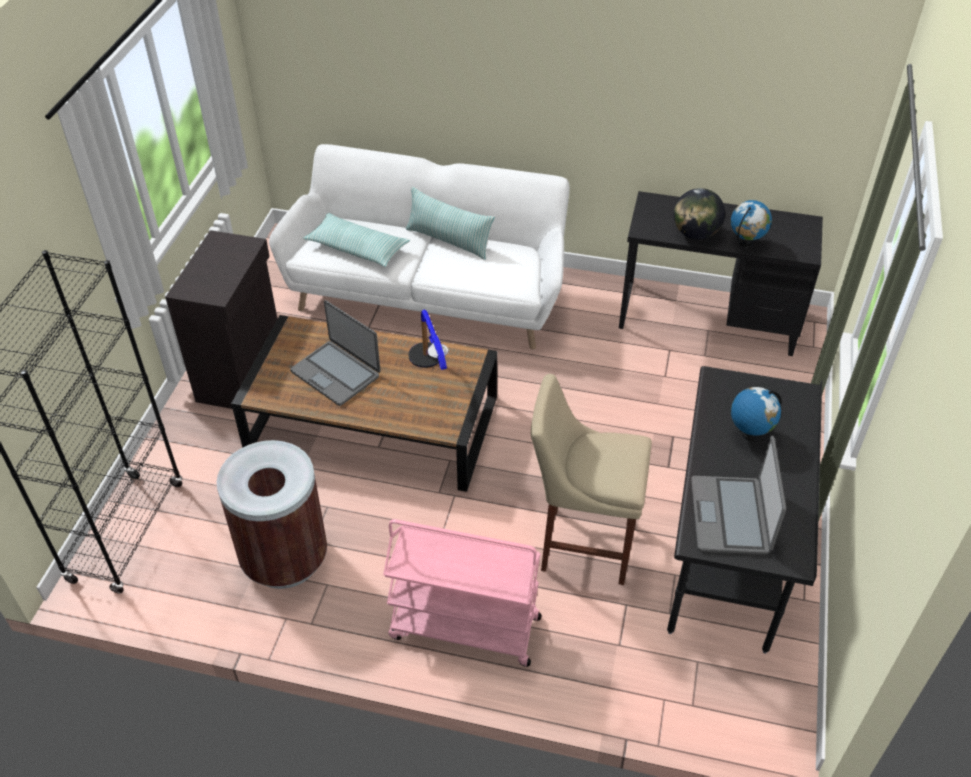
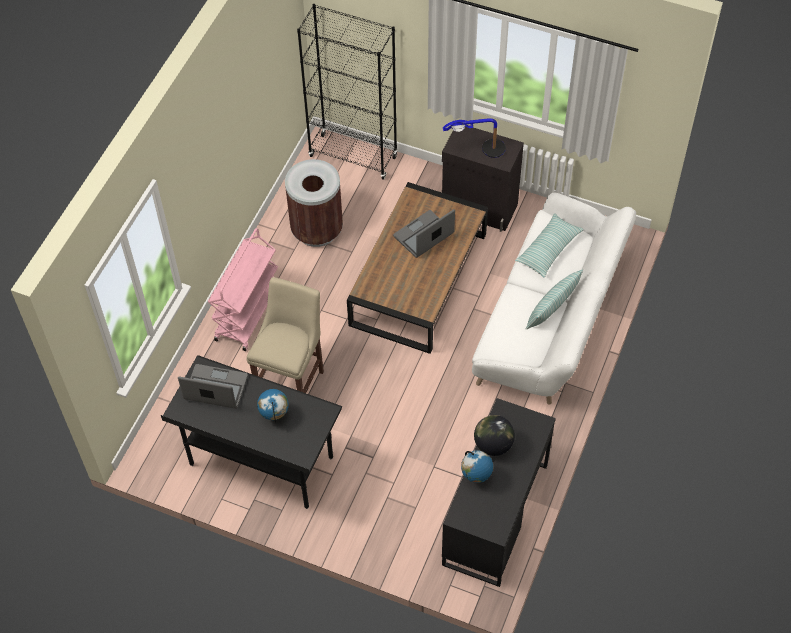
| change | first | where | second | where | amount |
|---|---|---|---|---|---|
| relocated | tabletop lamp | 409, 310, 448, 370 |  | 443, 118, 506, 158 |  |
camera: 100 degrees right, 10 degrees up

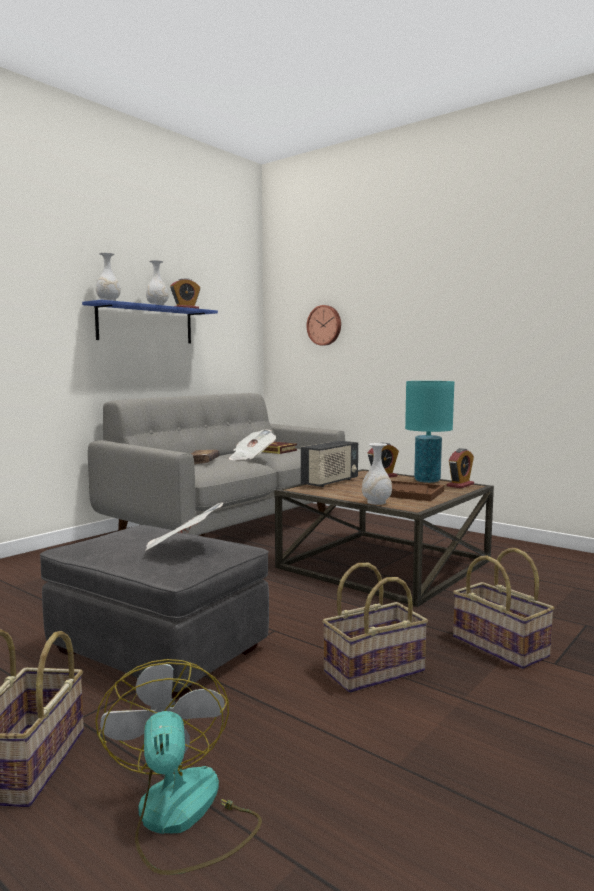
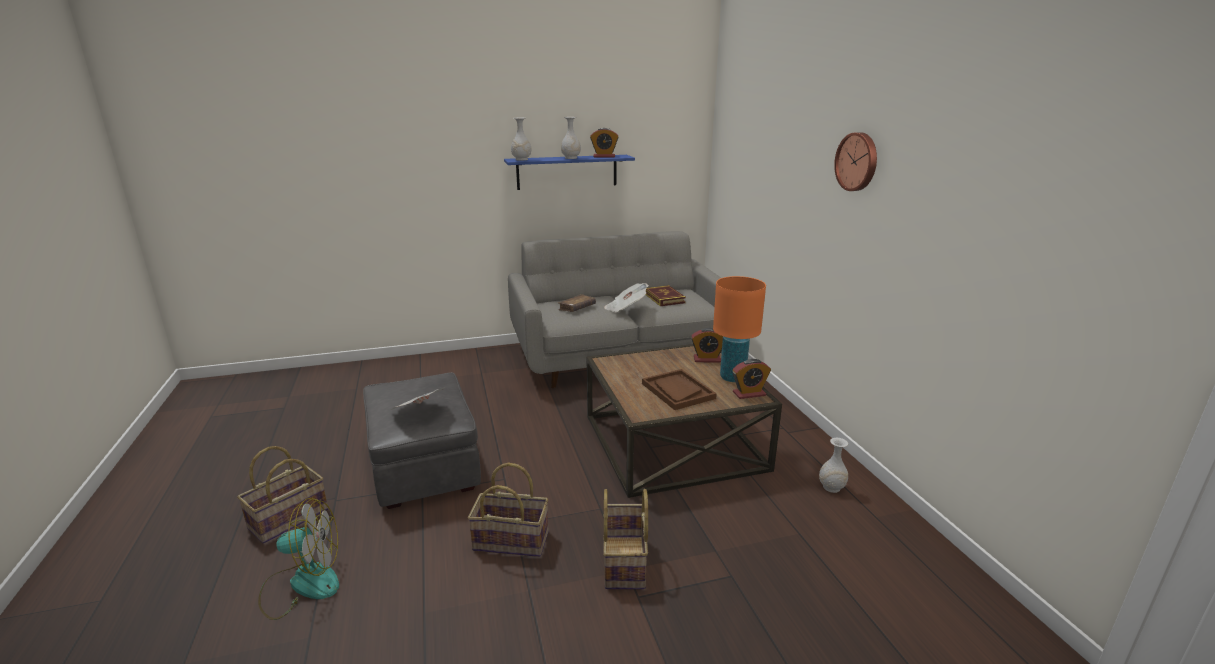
| change | first | where | second | where | amount |
|---|---|---|---|---|---|
| spun | cooling fan | 95, 659, 262, 875 |  | 258, 498, 339, 620 | 60 degrees clockwise |
| colour | tabletop lamp (blue-green) | 405, 381, 454, 483 | tabletop lamp (orange-coloured) | 713, 276, 766, 382 |  |
| relocated | vase (white-coloured) | 362, 443, 392, 505 |  | 819, 438, 848, 493 |  |
| relocated | hanging clock | 307, 305, 341, 346 |  | 834, 132, 877, 191 |  |
| missing | radio receiver | 301, 441, 358, 487 |  |  |  |
camera: 35 degrees right, 15 degrees up

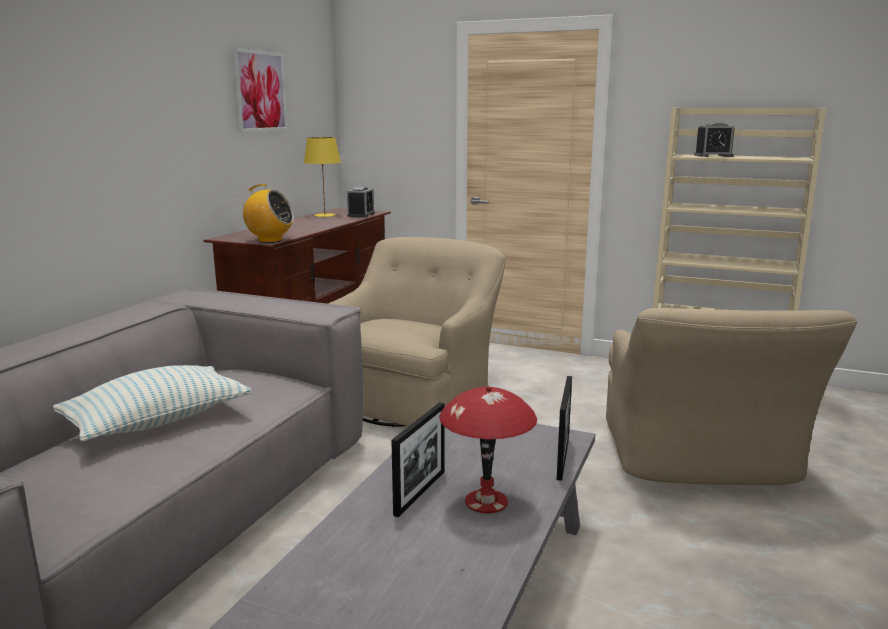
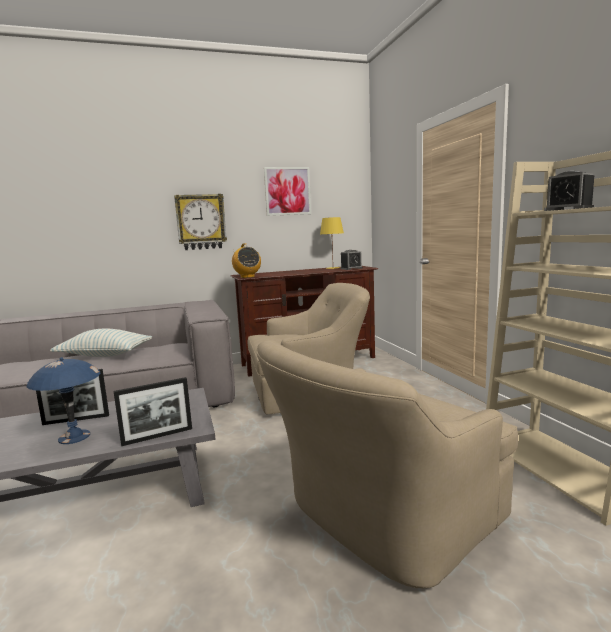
| change | first | where | second | where | amount |
|---|---|---|---|---|---|
| colour | tabletop lamp (red-coloured) | 439, 386, 537, 514 | tabletop lamp (bluish) | 26, 357, 100, 444 |  |
| appeared |  |  | hanging clock | 174, 194, 227, 250 |  |
camera: 50 degrees right, 5 degrees down

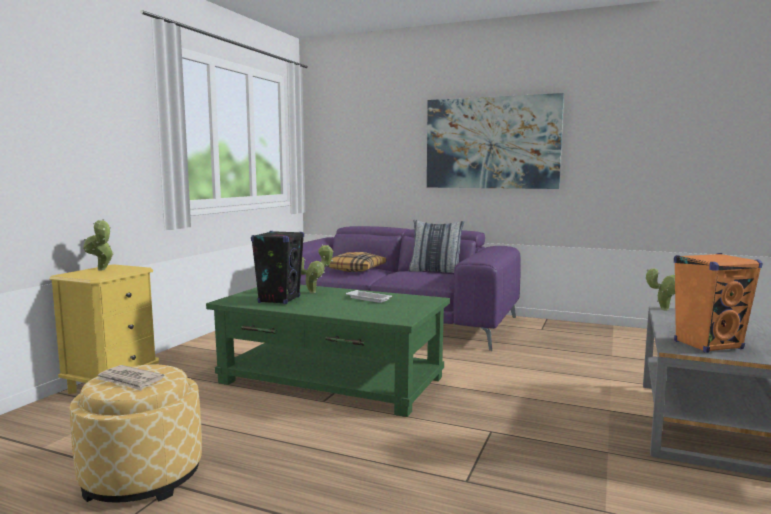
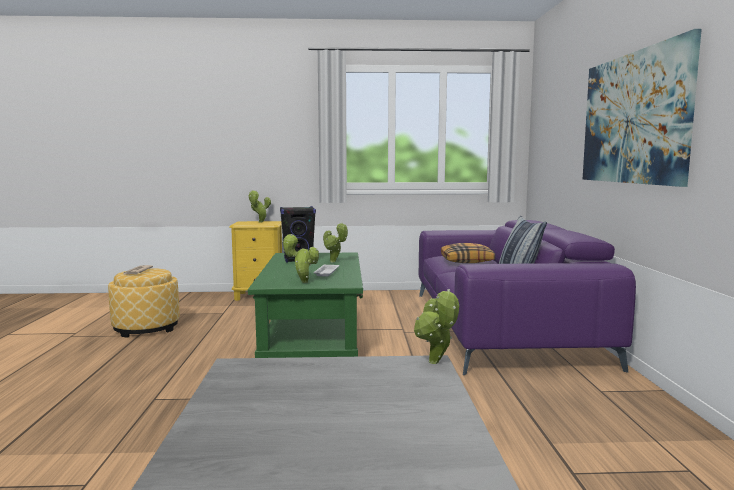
| change | first | where | second | where | amount |
|---|---|---|---|---|---|
| appeared |  |  | plant in a pot | 282, 234, 319, 283 |  |
| missing | loudspeaker (orange-coloured) | 674, 253, 762, 353 |  |  |  |
camera: 65 degrees right, 0 degrees up

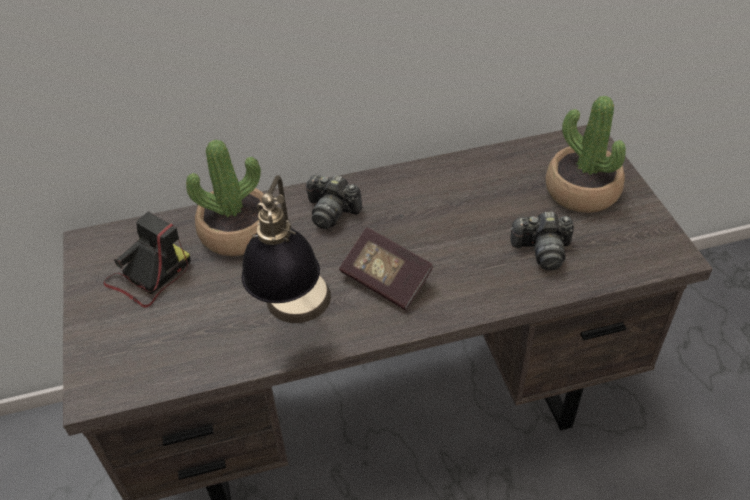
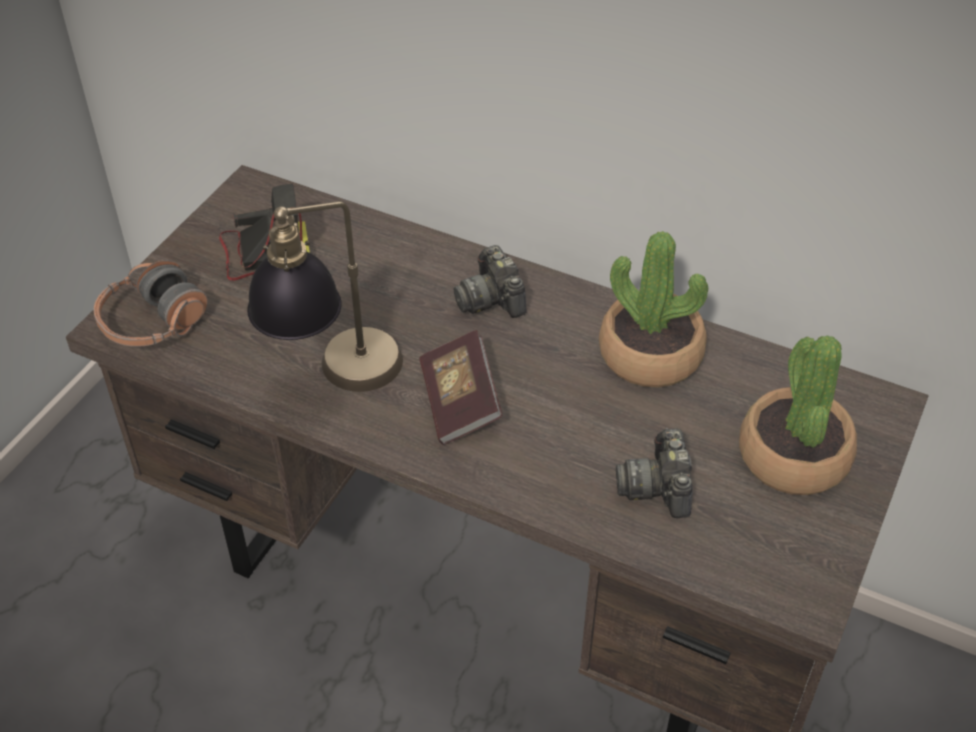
| change | first | where | second | where | amount |
|---|---|---|---|---|---|
| appeared |  |  | headset | 94, 260, 208, 347 |  |
| relocated | plant in a pot | 186, 140, 264, 256 |  | 599, 231, 708, 387 |  |
| spun | photo camera | 510, 212, 574, 270 |  | 616, 428, 693, 518 | 45 degrees clockwise |
camera: 40 degrees right, 0 degrees up

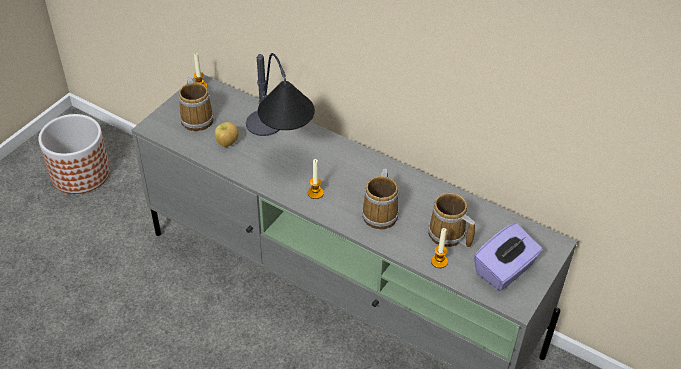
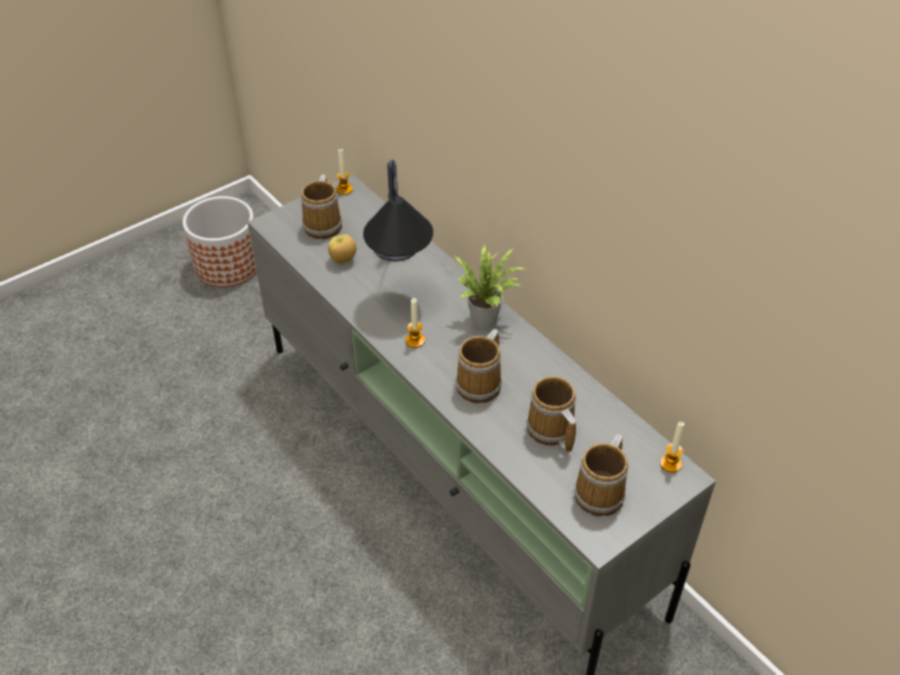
| change | first | where | second | where | amount |
|---|---|---|---|---|---|
| appeared |  |  | plant in a pot | 454, 243, 527, 328 |  |
| exchanged | box of tissues (purple) | 474, 223, 543, 291 | tea mug | 574, 434, 628, 516 |  |
| relocated | candle | 431, 228, 448, 268 |  | 660, 422, 684, 473 |  |
camera: 20 degrees right, 0 degrees up

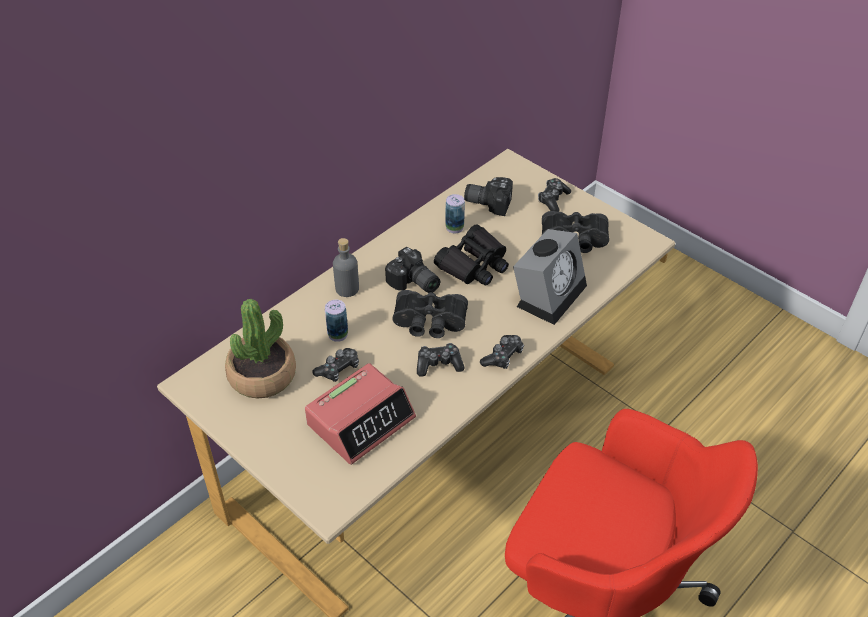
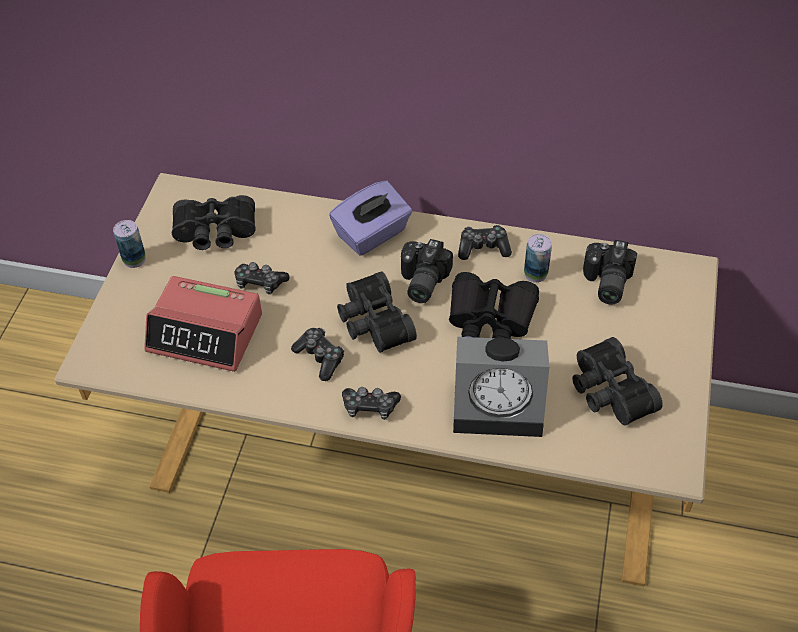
| change | first | where | second | where | amount |
|---|---|---|---|---|---|
| relocated | metal can | 325, 300, 348, 342 |  | 113, 220, 146, 268 |  |
| exchanged | plant in a pot | 225, 299, 296, 399 | pair of binoculars (blackish) | 172, 195, 255, 250 |  |
| exchanged | bottle (greyish) | 333, 238, 359, 297 | box of tissues (purple) | 329, 180, 412, 256 |  |
| relocated | game controller | 538, 178, 571, 212 |  | 458, 225, 512, 260 |  |
| spun | photo camera | 464, 177, 513, 216 |  | 583, 240, 637, 304 | 150 degrees counterclockwise |
camera: 60 degrees right, 5 degrees up

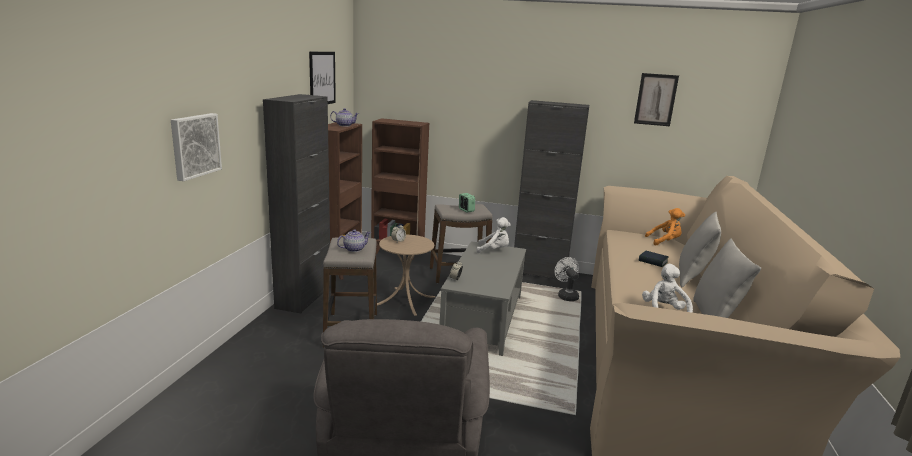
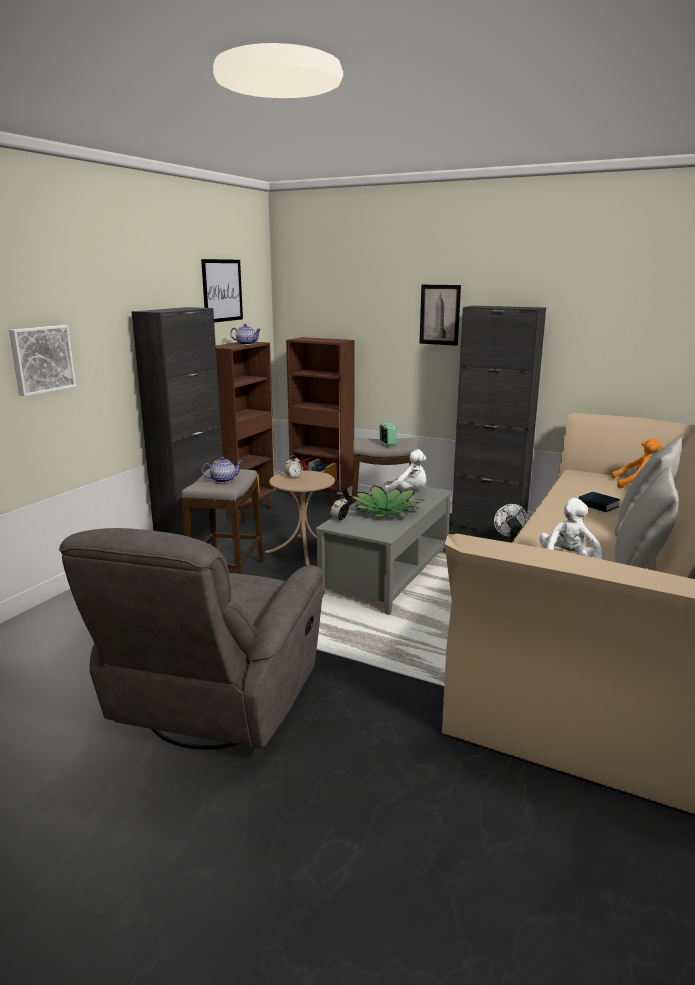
| change | first | where | second | where | amount |
|---|---|---|---|---|---|
| appeared |  |  | plant in a pot | 350, 485, 424, 517 |  |
| relocated | picture | 634, 73, 679, 126 |  | 419, 285, 461, 346 |  |
camera: 15 degrees right, 0 degrees up

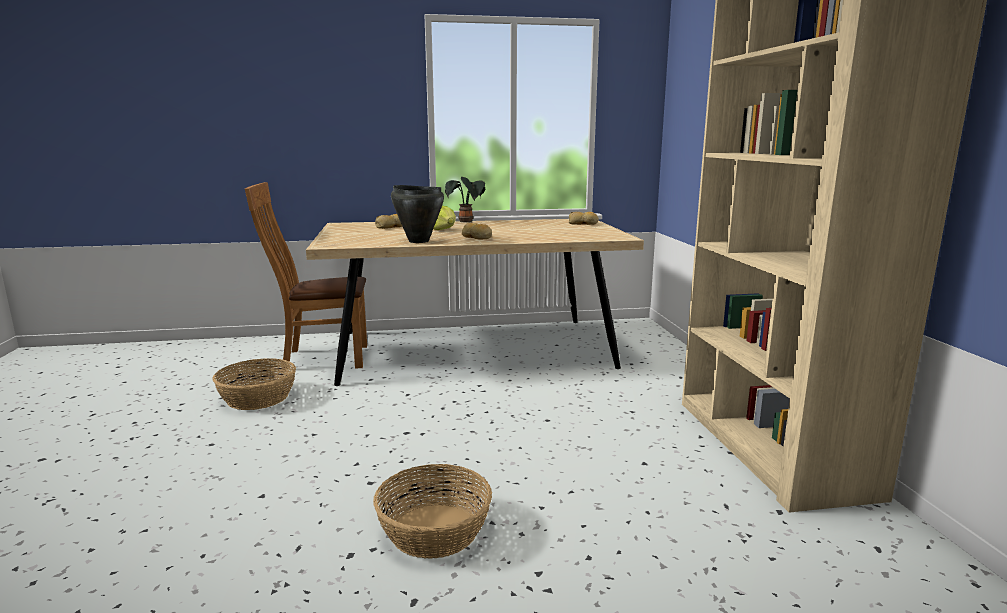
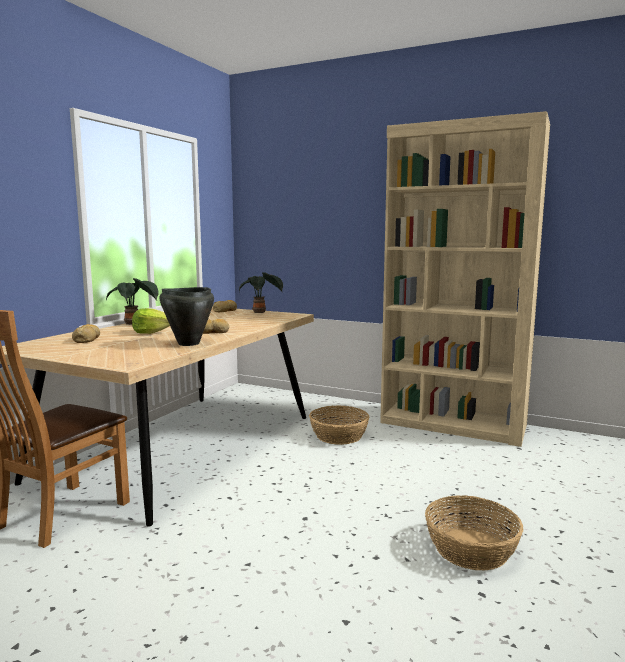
| change | first | where | second | where | amount |
|---|---|---|---|---|---|
| appeared |  |  | plant in a pot | 239, 272, 283, 313 |  |
| relocated | household basket | 213, 358, 296, 410 |  | 309, 405, 369, 445 |  |
camera: 55 degrees left, 5 degrees down

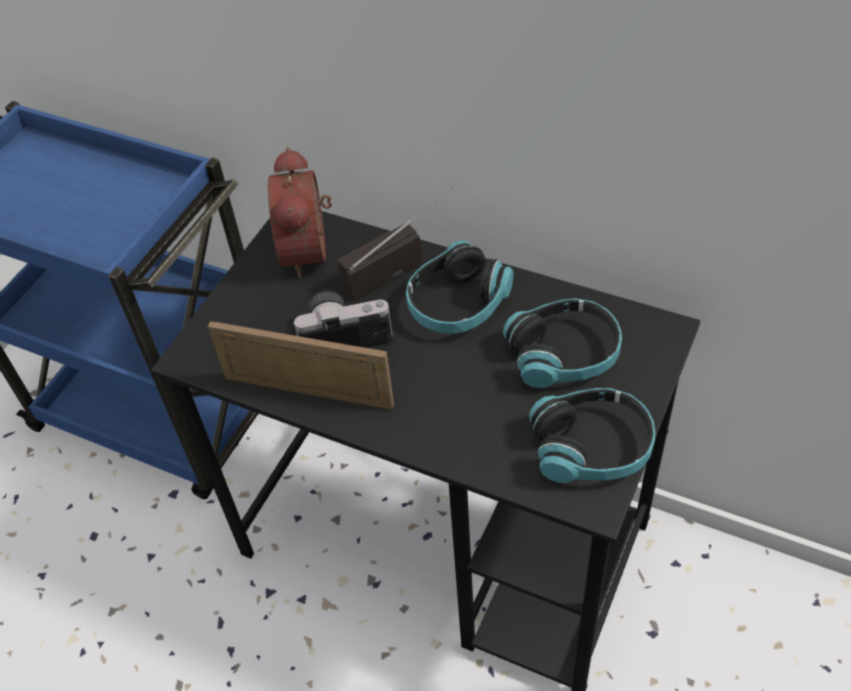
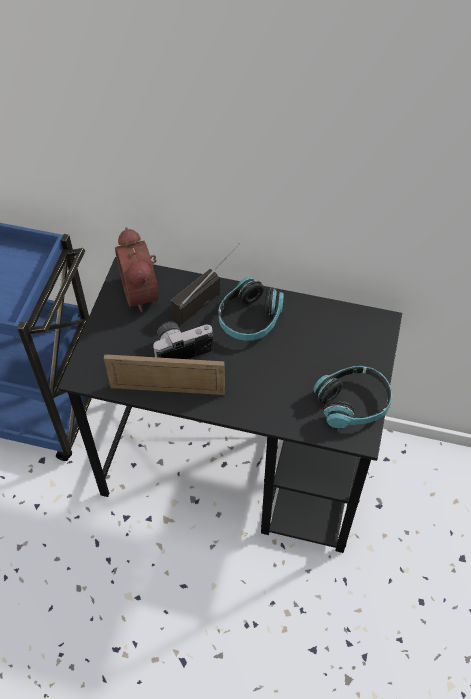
| change | first | where | second | where | amount |
|---|---|---|---|---|---|
| missing | headset | 503, 298, 622, 388 |  |  |  |
camera: 15 degrees left, 5 degrees up

